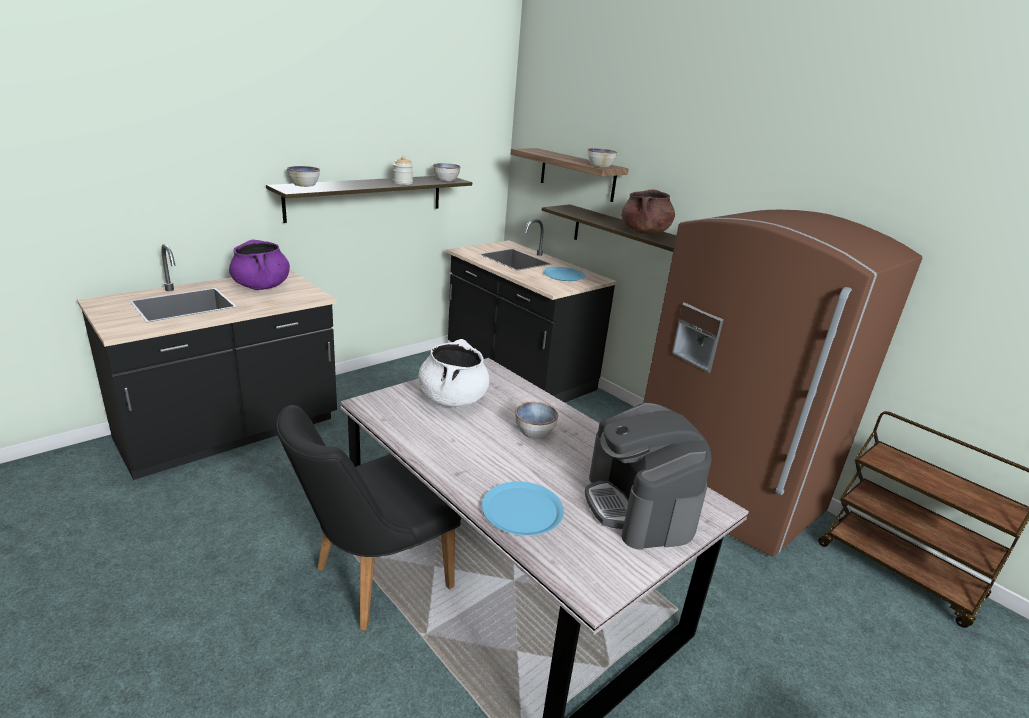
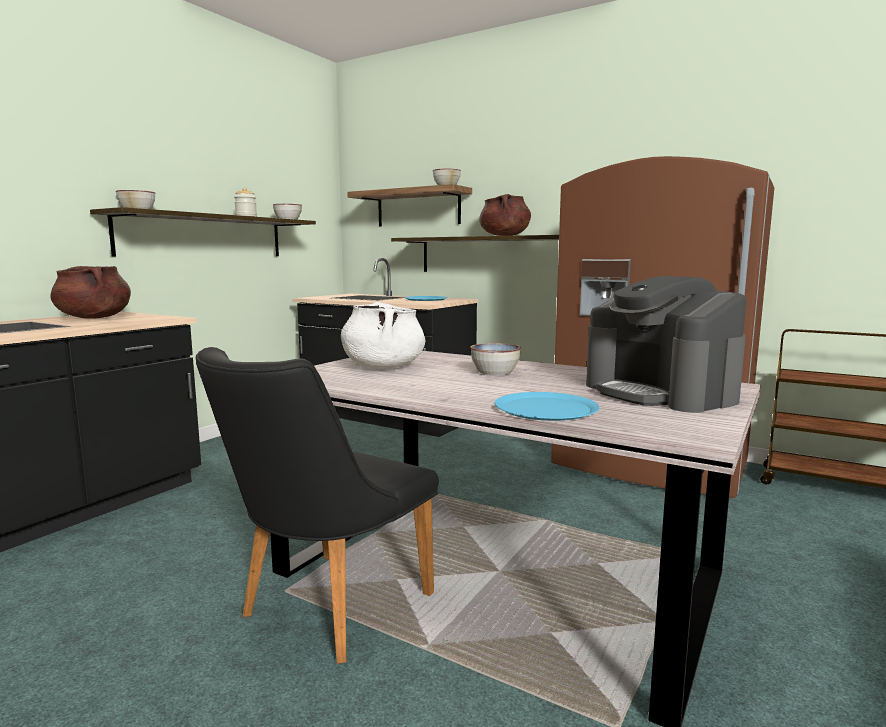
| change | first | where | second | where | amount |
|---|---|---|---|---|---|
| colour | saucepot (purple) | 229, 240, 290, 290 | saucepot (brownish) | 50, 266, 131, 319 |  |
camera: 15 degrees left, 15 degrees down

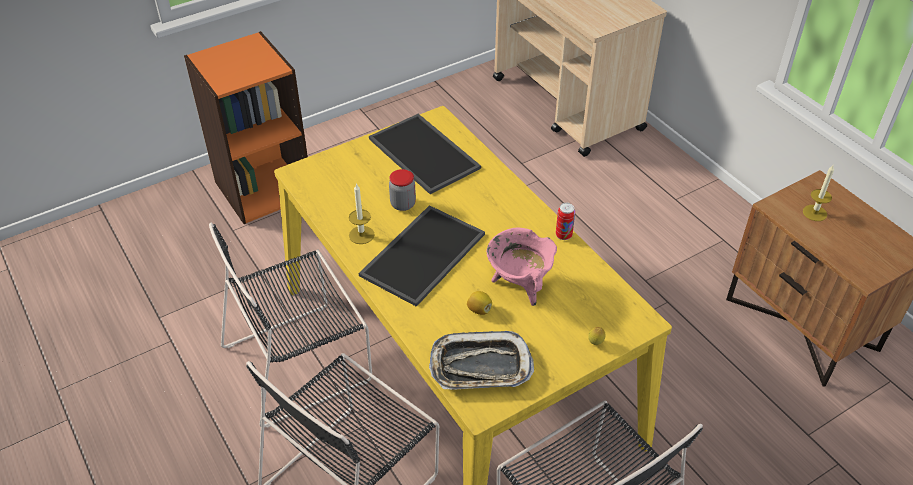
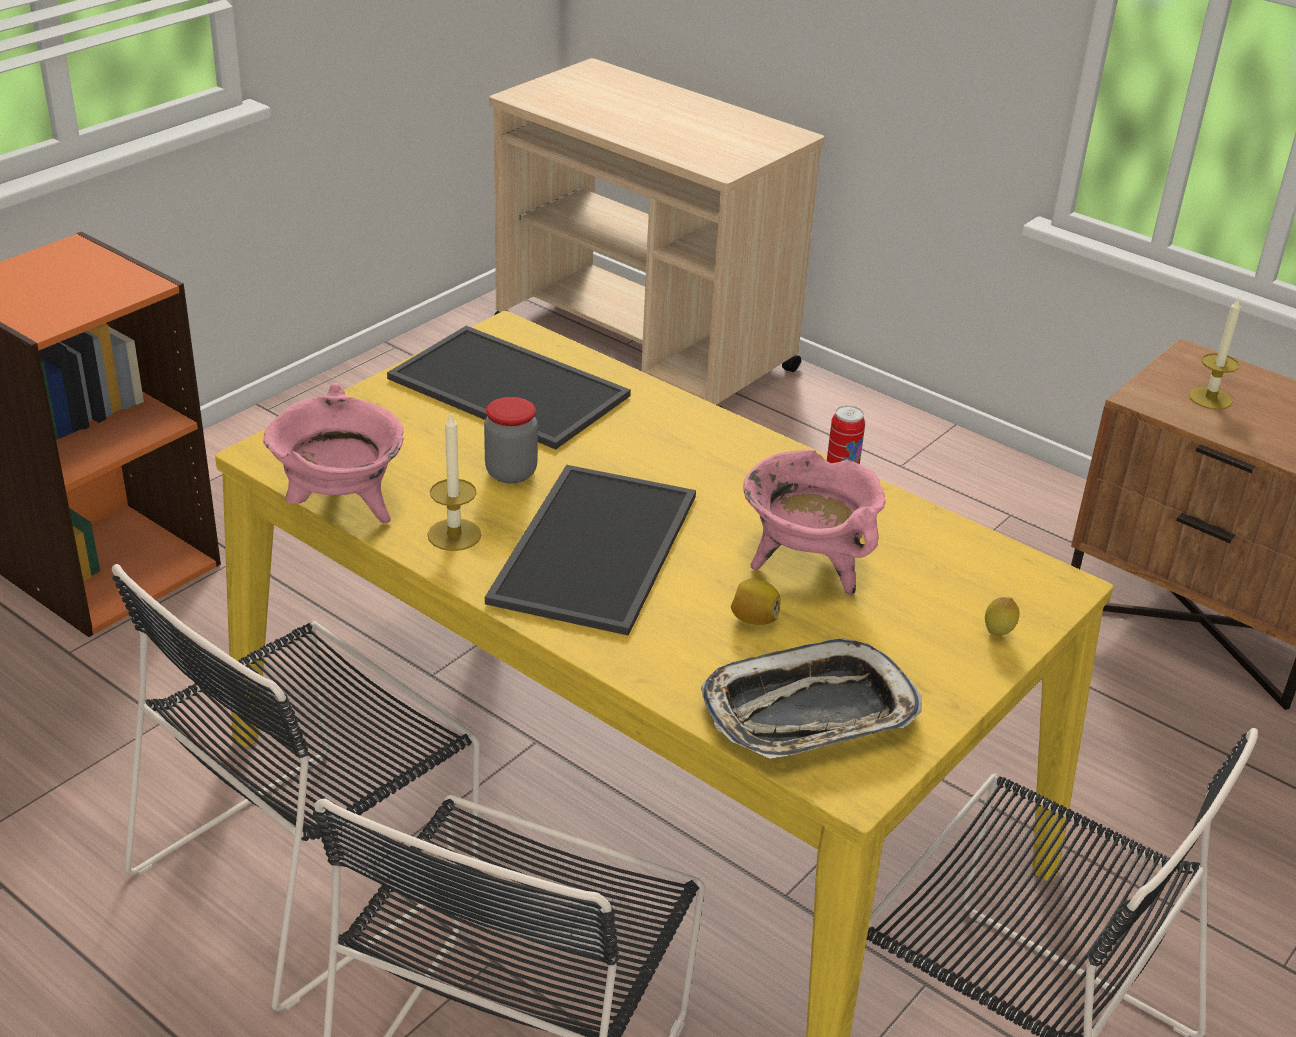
| change | first | where | second | where | amount |
|---|---|---|---|---|---|
| appeared |  |  | saucepot (pink-coloured) | 263, 382, 404, 523 |  |
camera: 20 degrees left, 10 degrees down

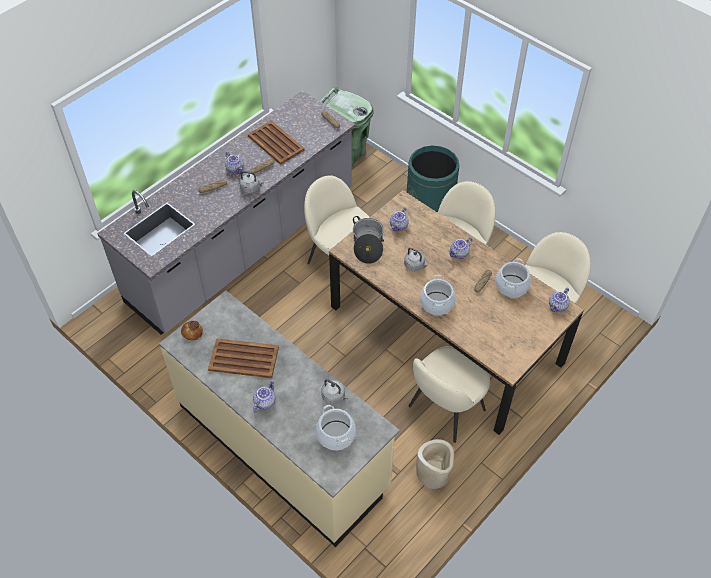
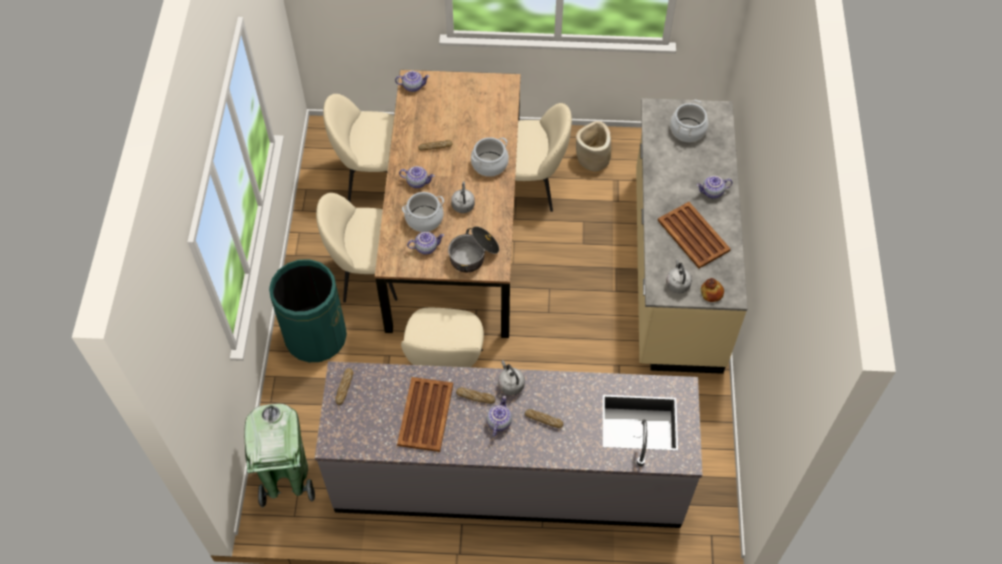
| change | first | where | second | where | amount |
|---|---|---|---|---|---|
| relocated | saucepot | 496, 258, 531, 298 |  | 402, 192, 444, 232 |  |
| relocated | water kettle (greyish) | 321, 379, 349, 404 |  | 666, 259, 692, 293 |  |
camera: 130 degrees left, 5 degrees up

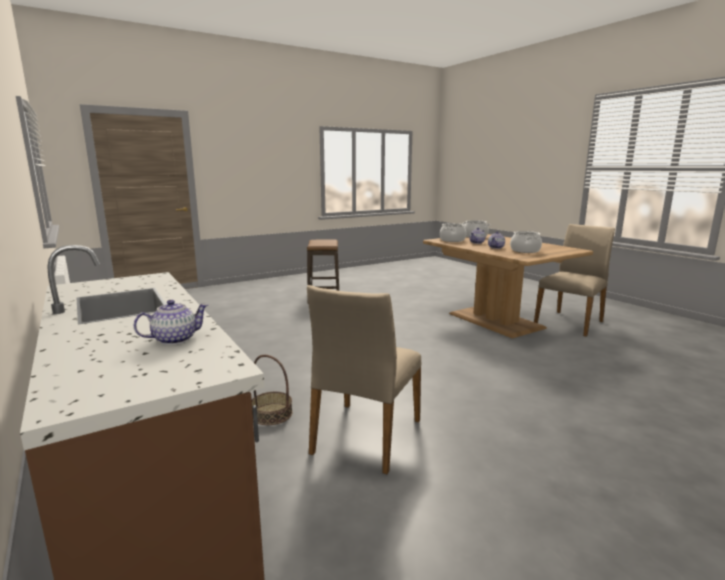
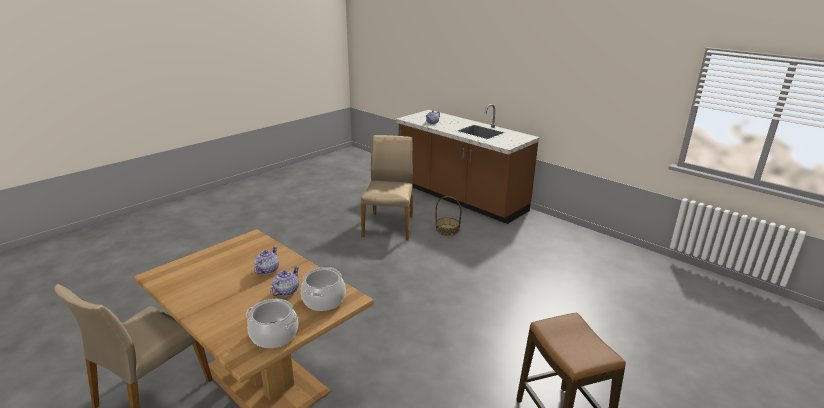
| change | first | where | second | where | amount |
|---|---|---|---|---|---|
| missing | saucepot | 510, 231, 542, 253 |  |  |  |
camera: 165 degrees right, 10 degrees up

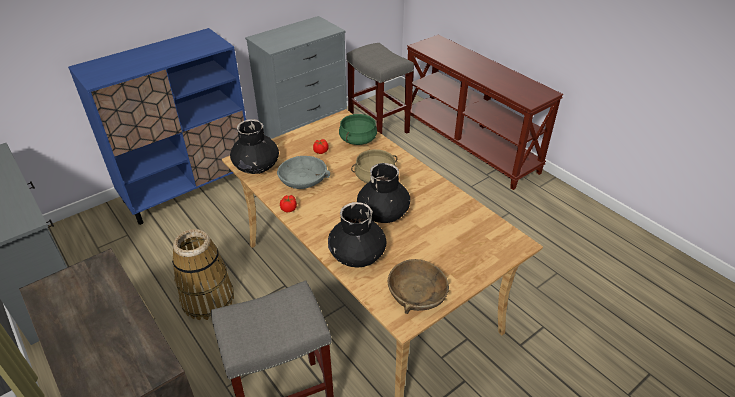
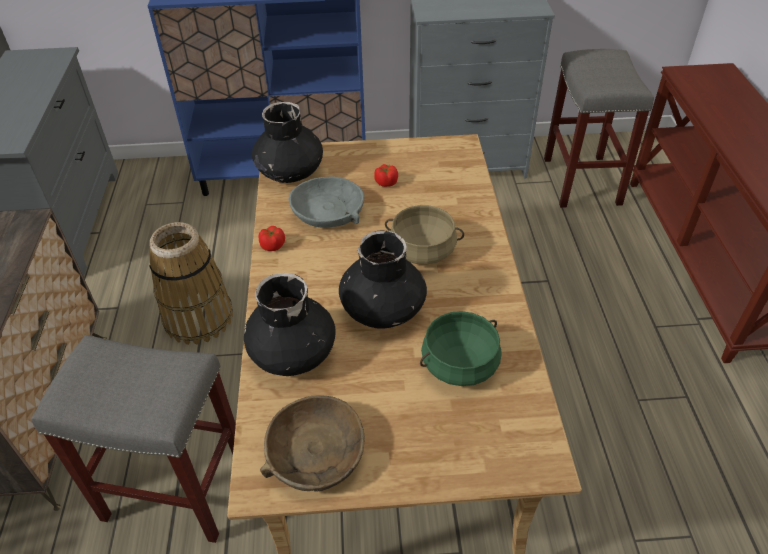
| change | first | where | second | where | amount |
|---|---|---|---|---|---|
| relocated | saucepot (green-coloured) | 339, 114, 377, 145 |  | 420, 311, 502, 386 |  |
camera: 35 degrees right, 5 degrees up

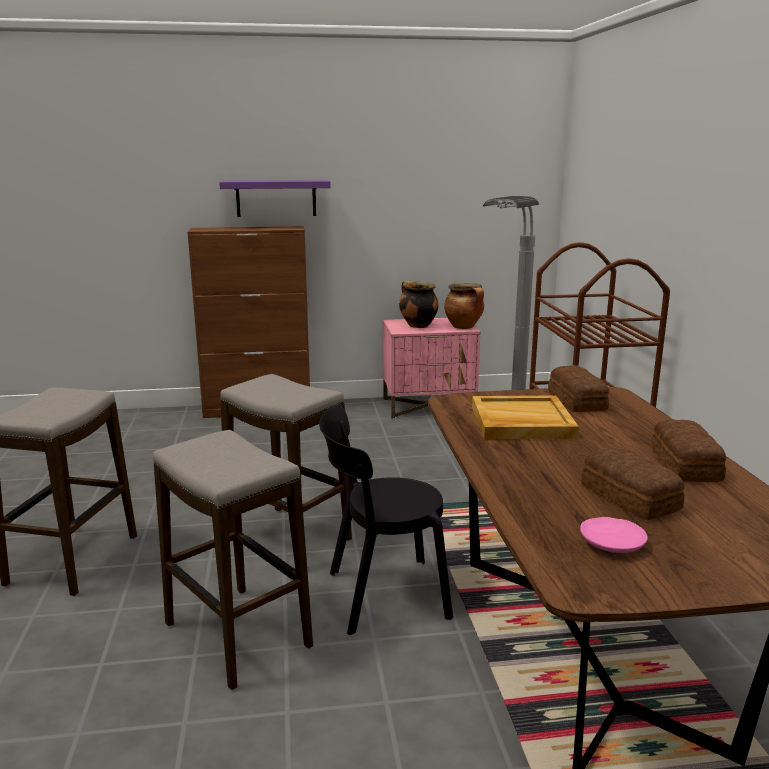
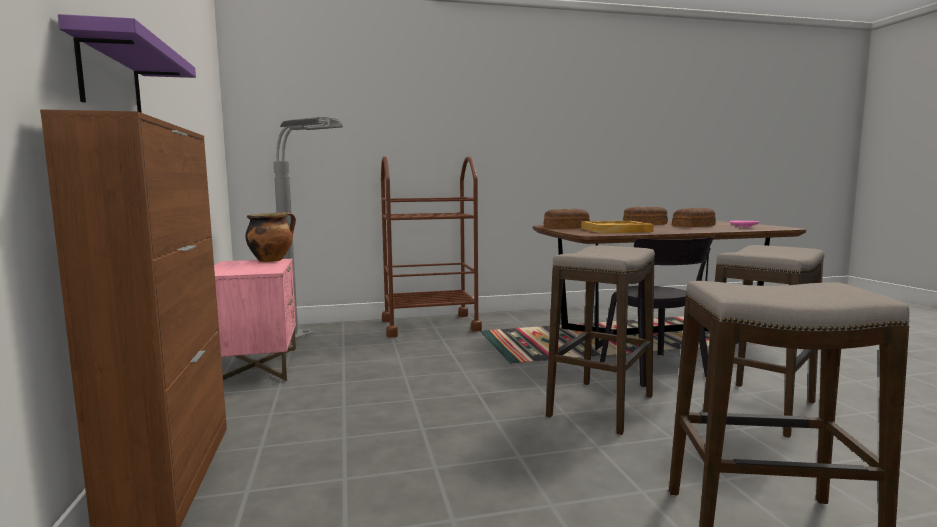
| change | first | where | second | where | amount |
|---|---|---|---|---|---|
| missing | saucepot | 399, 281, 439, 328 |  |  |  |
camera: 95 degrees left, 10 degrees down

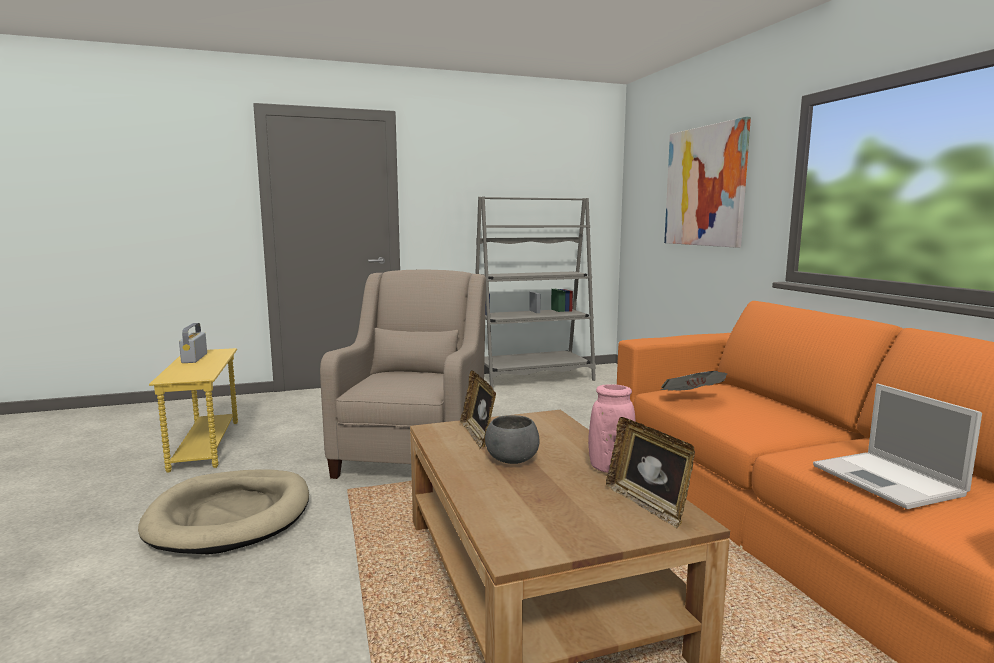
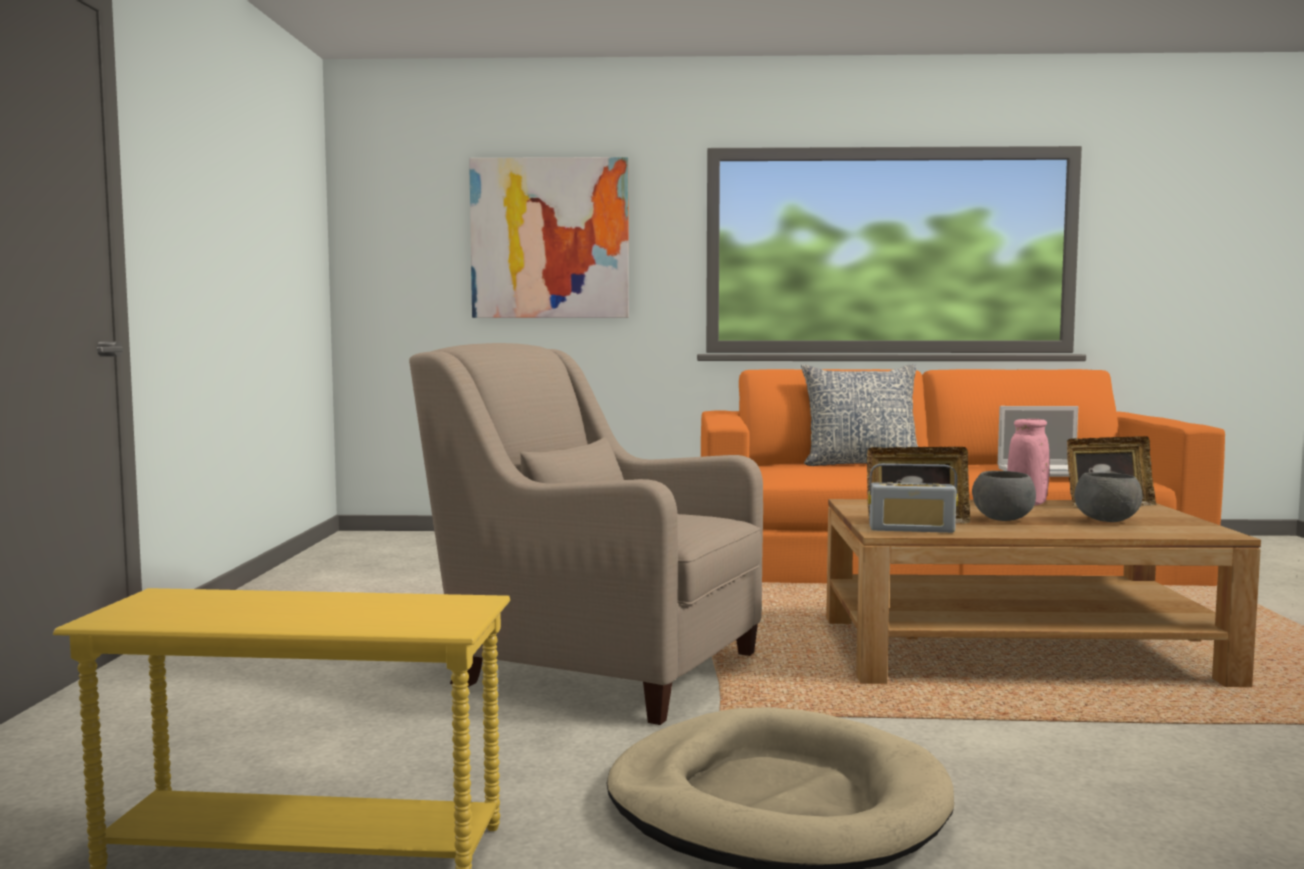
| change | first | where | second | where | amount |
|---|---|---|---|---|---|
| appeared |  |  | throw pillow | 801, 364, 918, 466 |  |
| relocated | radio receiver | 179, 323, 207, 363 |  | 868, 463, 958, 533 |  |
| appeared |  |  | deep dish (greyish) | 1074, 472, 1143, 522 |  |
| missing | shelving unit (greyish) | 475, 197, 596, 390 |  |  |  |
| missing | daily paper | 660, 371, 727, 391 |  |  |  |
camera: 70 degrees left, 5 degrees down

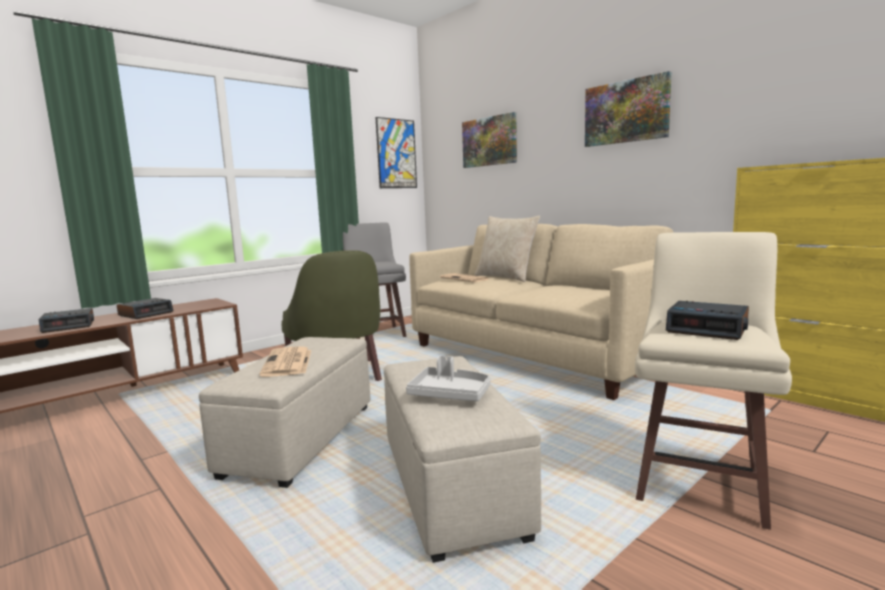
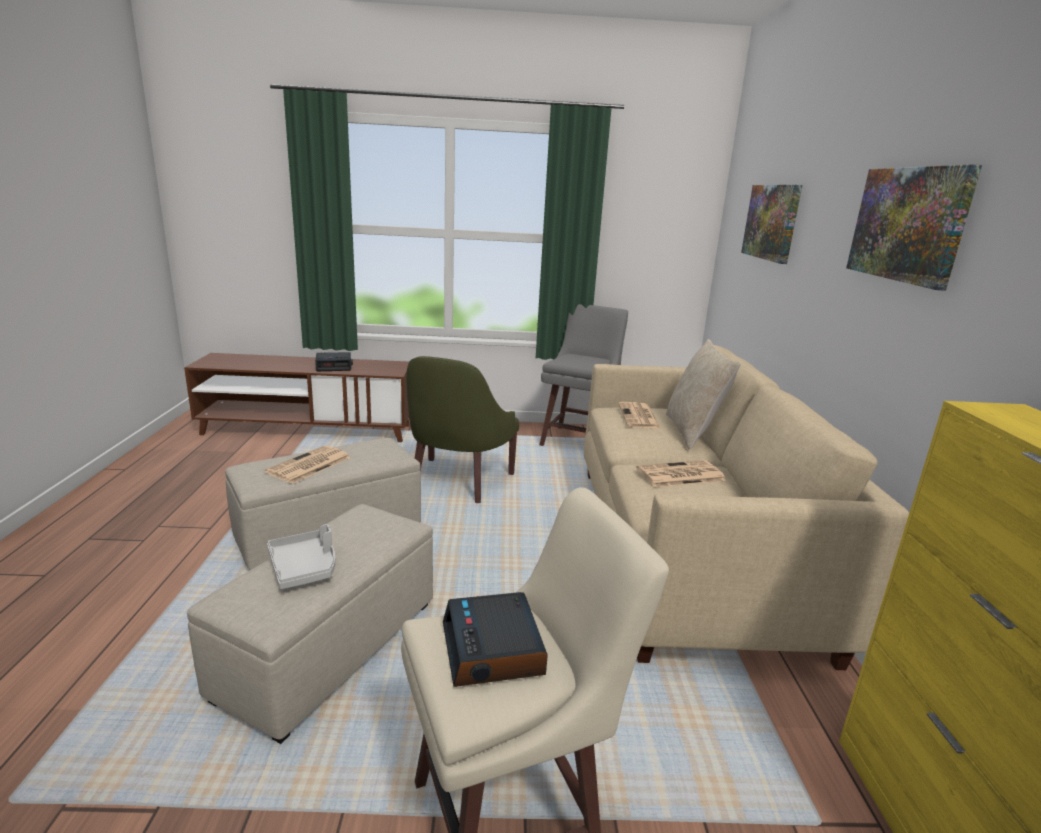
| change | first | where | second | where | amount |
|---|---|---|---|---|---|
| appeared |  |  | daily paper | 636, 460, 726, 487 |  |
| missing | table clock | 39, 308, 94, 333 |  |  |  |
| missing | picture | 375, 117, 417, 188 |  |  |  |
camera: 40 degrees right, 10 degrees up

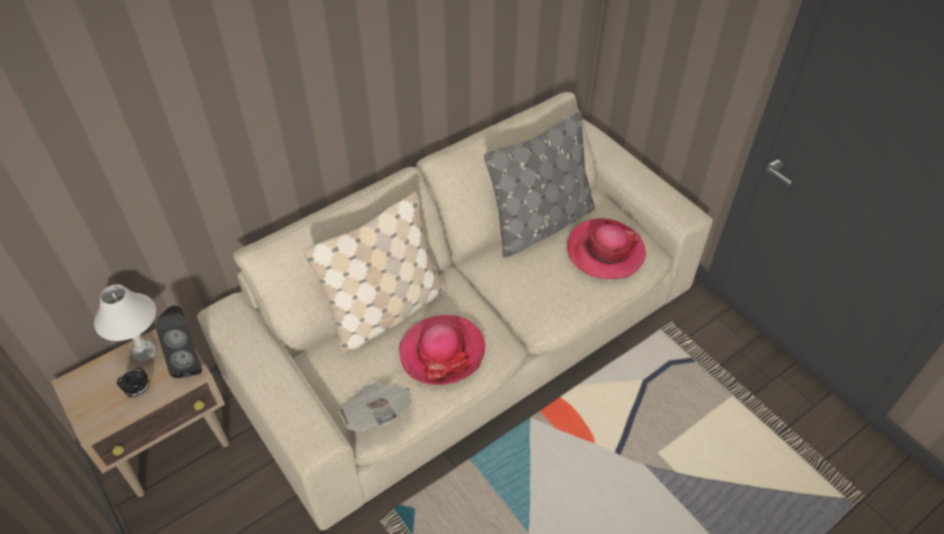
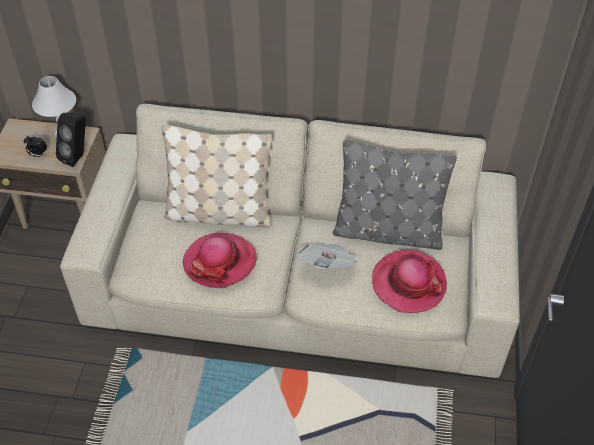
| change | first | where | second | where | amount |
|---|---|---|---|---|---|
| relocated | daily paper | 339, 379, 412, 432 |  | 296, 243, 357, 269 |  |
camera: 45 degrees right, 0 degrees up

